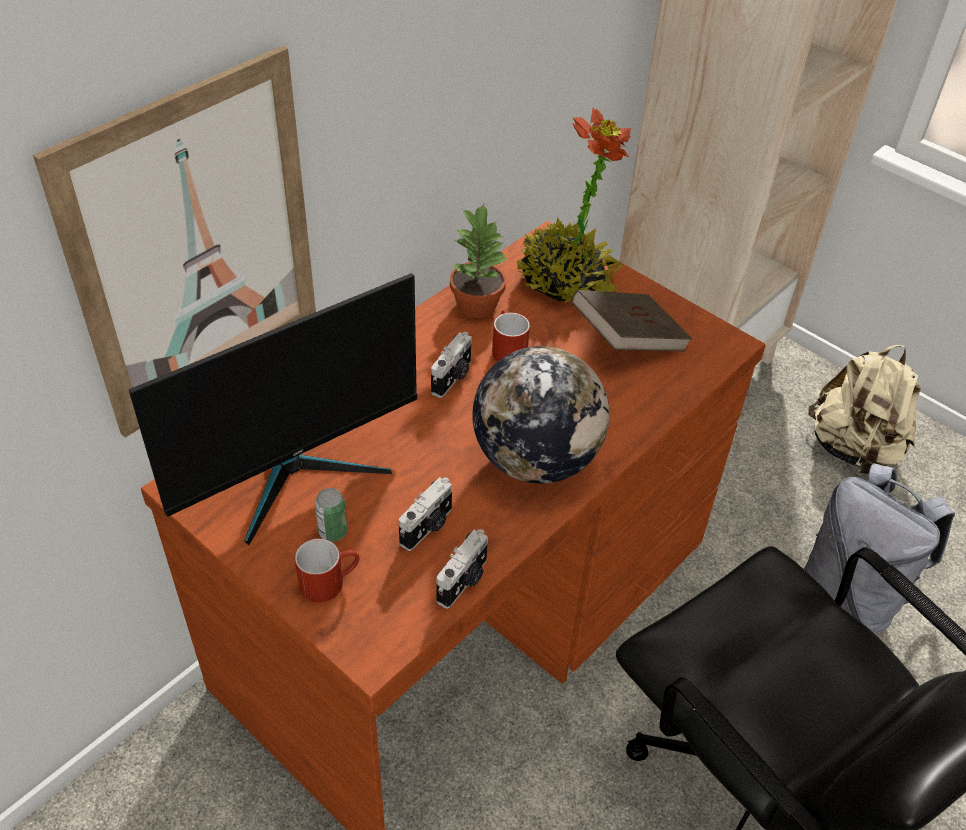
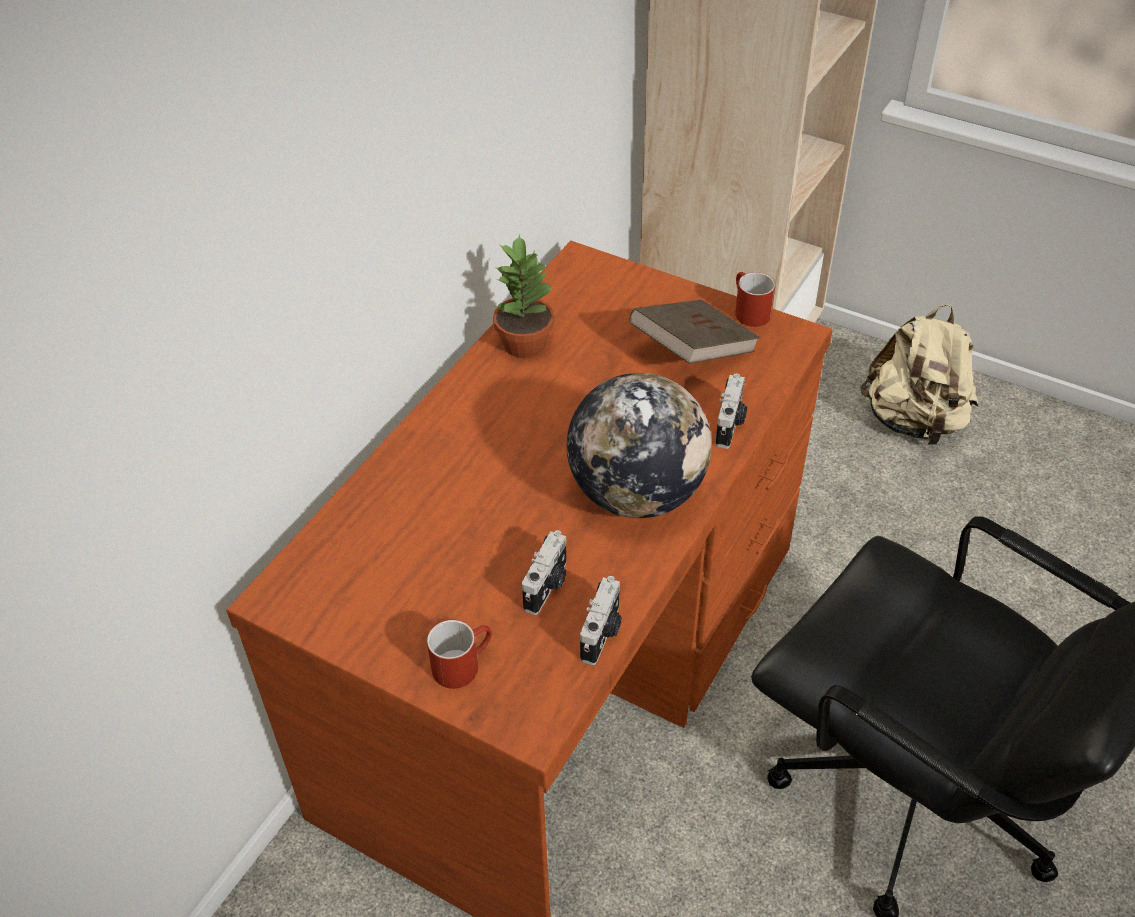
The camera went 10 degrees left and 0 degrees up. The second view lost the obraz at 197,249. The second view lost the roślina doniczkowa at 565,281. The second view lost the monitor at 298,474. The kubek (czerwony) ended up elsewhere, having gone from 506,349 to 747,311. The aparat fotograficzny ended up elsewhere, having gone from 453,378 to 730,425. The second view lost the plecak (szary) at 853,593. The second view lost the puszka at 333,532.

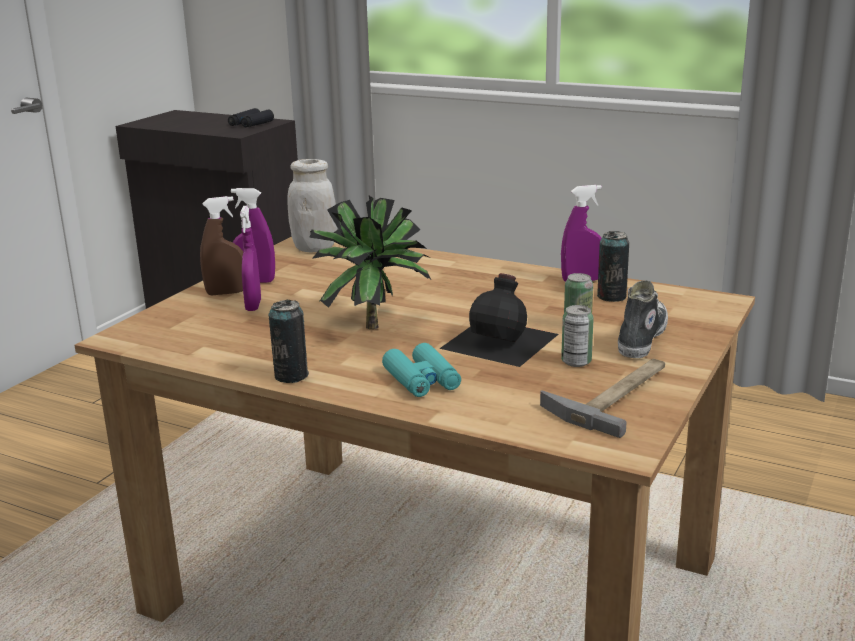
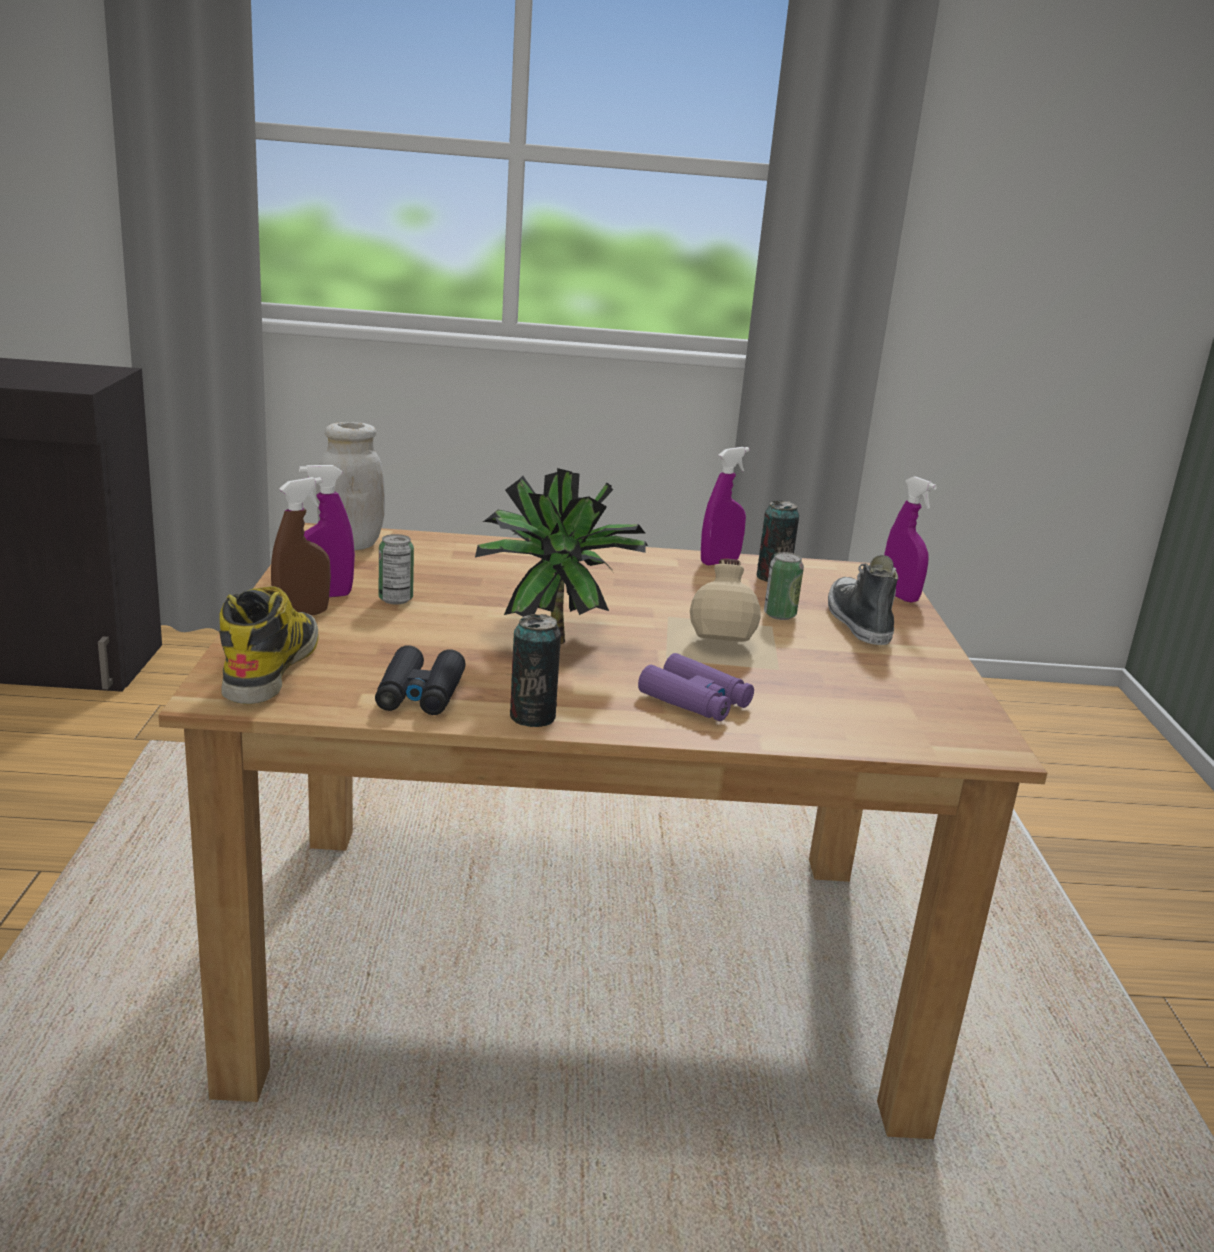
The camera went 30 degrees left and 0 degrees up. The lornetka (czarny) ended up elsewhere, having gone from 251,124 to 420,694. The spryskiwacz (fioletowy) ended up elsewhere, having gone from 253,305 to 899,596. What was the butelka (czarny) at 502,341 turned into the butelka (beżowy) at 723,641. The puszka ended up elsewhere, having gone from 576,362 to 395,599. What was the lornetka (turkusowy) at 422,380 turned into the lornetka (fioletowy) at 695,700. The second view lost the młotek at 616,395. The second view gained the but z cholewką at 271,667.

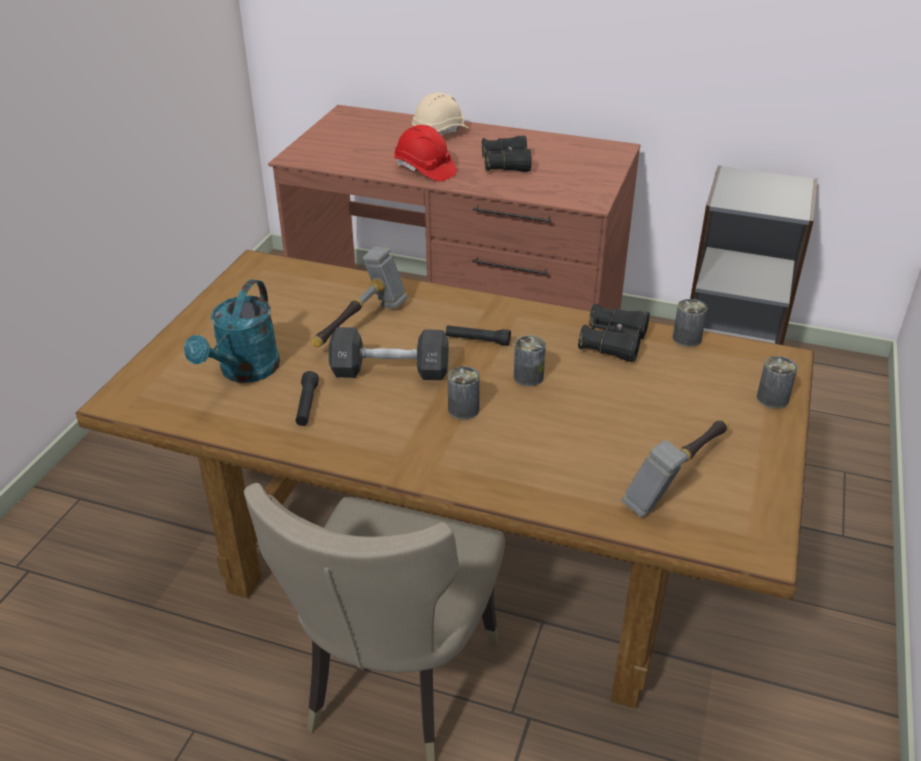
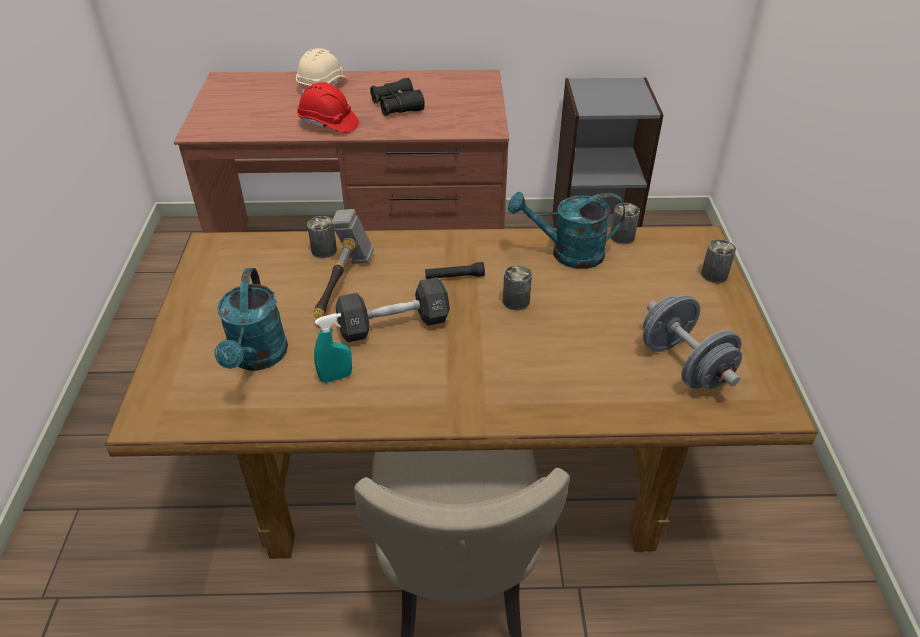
The camera went 20 degrees left and 5 degrees up. Where the lornetka (czarny) stood at 613,343, the konewka (turkusowy) came to stand at 567,254. The puszka ended up elsewhere, having gone from 463,409 to 324,250. Where the latarka (czarny) stood at 307,405, the spryskiwacz (turkusowy) came to stand at 336,377. Where the młotek stood at 678,480, the hantel (szary) came to stand at 684,365.

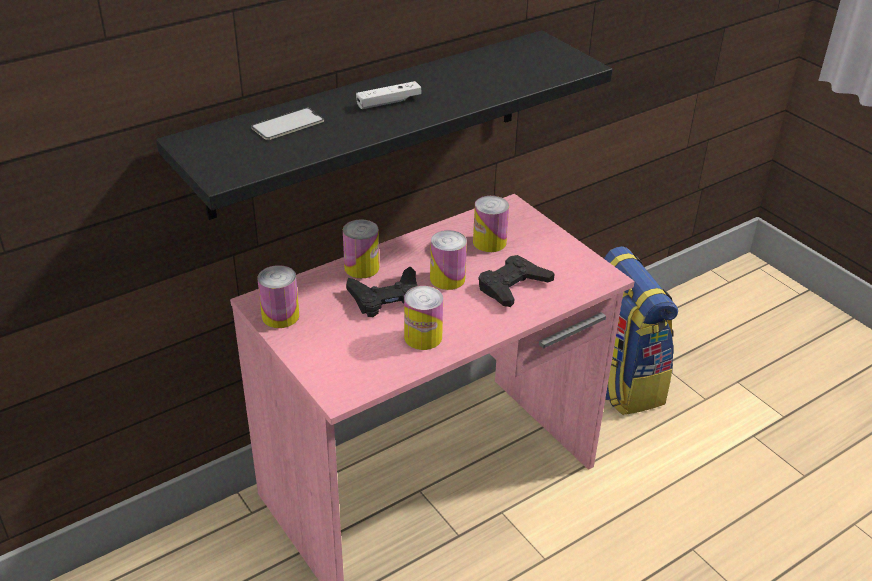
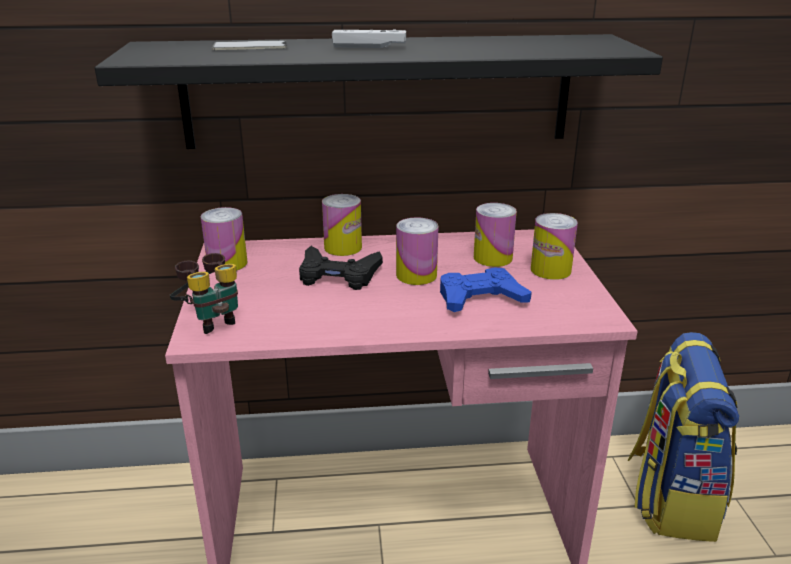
The camera went 30 degrees right and 10 degrees down. What was the pad do gier (czarny) at 512,286 turned into the pad do gier (niebieski) at 480,298. The puszka ended up elsewhere, having gone from 423,337 to 550,270. The second view gained the lornetka at 211,320.

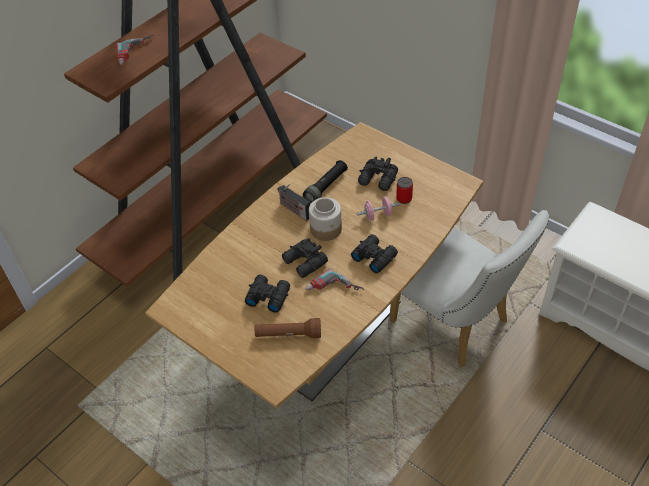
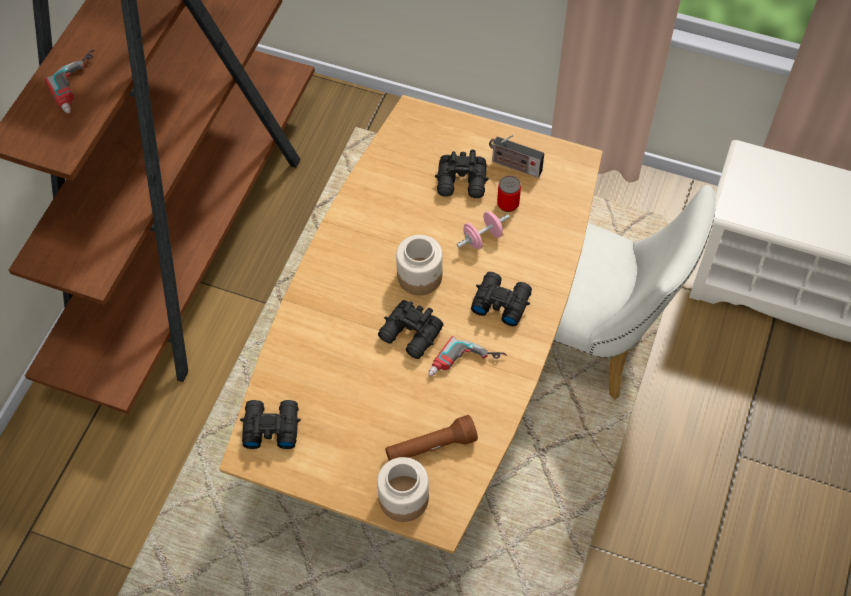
The camera went 20 degrees left and 10 degrees up. The second view lost the latarka (czarny) at 326,186. The radio ended up elsewhere, having gone from 293,209 to 514,166. The lornetka (czarny) ended up elsewhere, having gone from 267,296 to 270,427. The second view gained the słoik at 403,499.

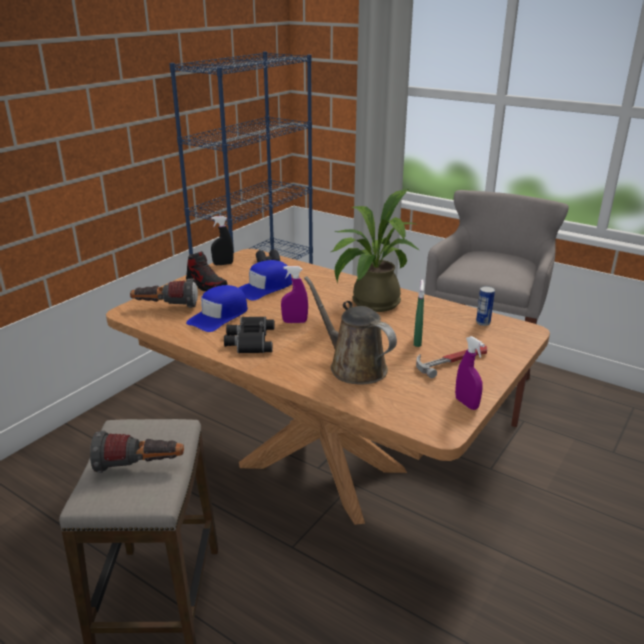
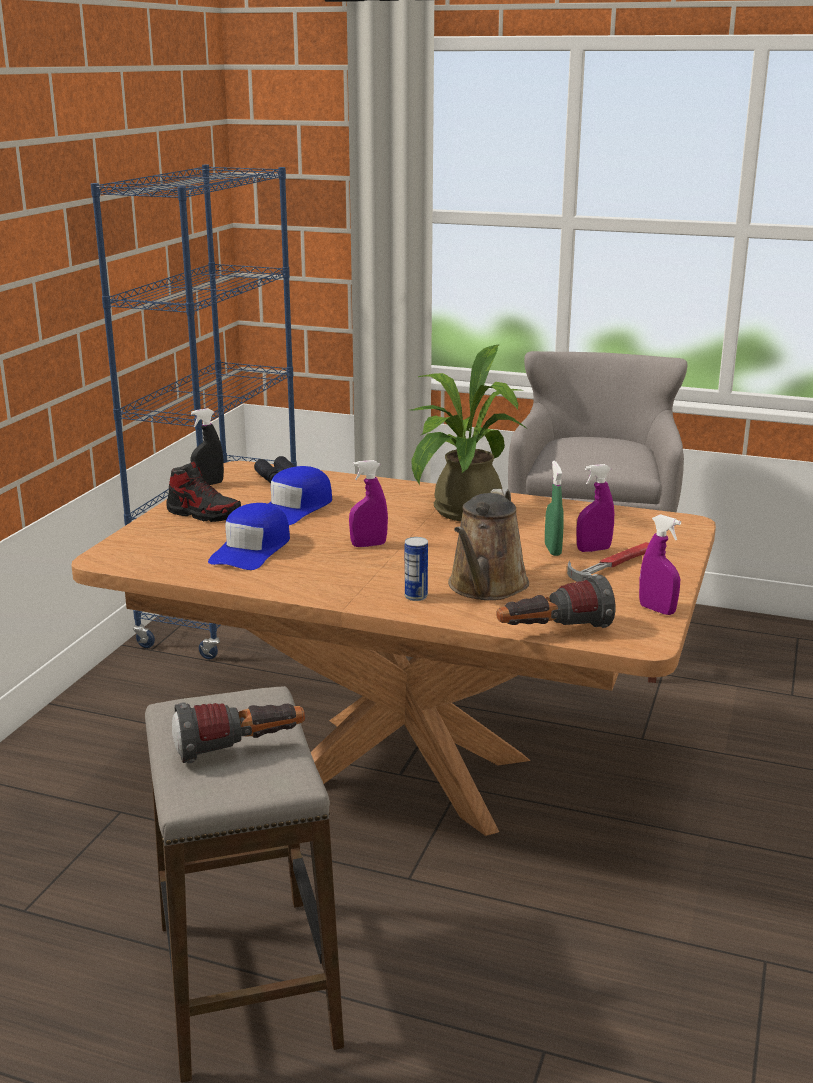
The camera went 15 degrees left and 5 degrees down. The konewka (brązowy) at 353,366 ended up facing another way, 105 degrees counterclockwise from before. The latarka ended up elsewhere, having gone from 165,307 to 552,632. The puszka ended up elsewhere, having gone from 483,322 to 416,596. The second view lost the lornetka (czarny) at 249,340. The second view gained the spryskiwacz (fioletowy) at 593,549.

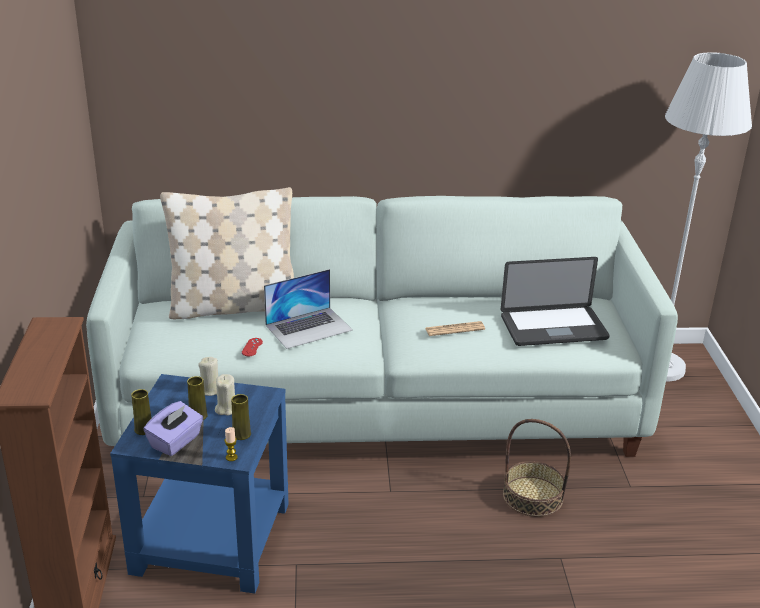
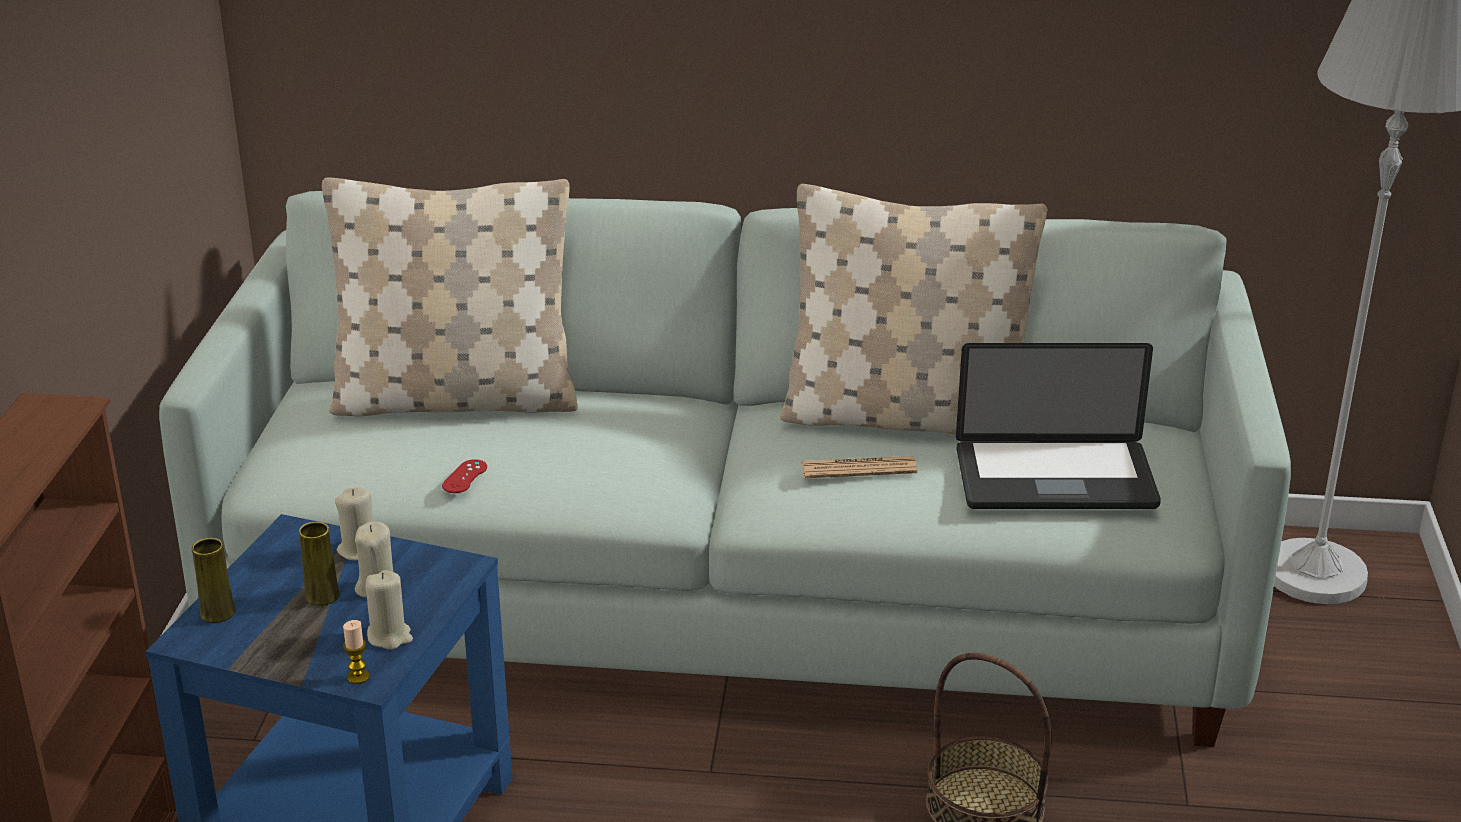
The camera went 10 degrees right and 0 degrees up. The second view lost the laptop at 309,327. Where the wazon (żółty) stood at 241,434, the świeca (beżowy) came to stand at 389,636. The second view lost the pudełko chusteczek (fioletowy) at 176,442. The second view gained the poduszka (beżowy) at 906,417.

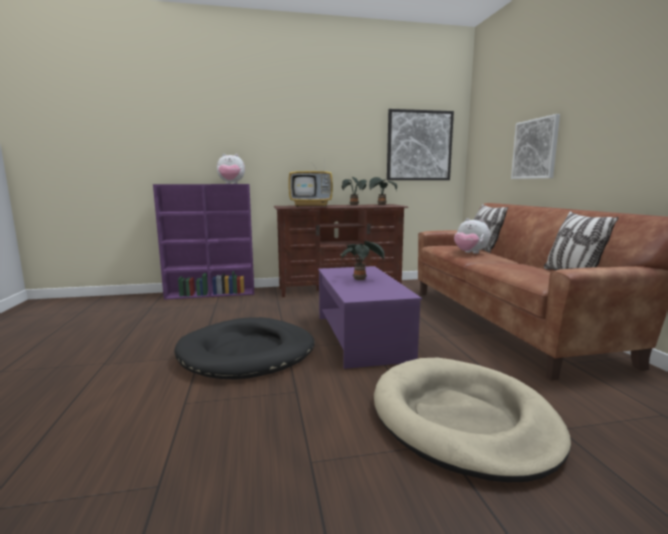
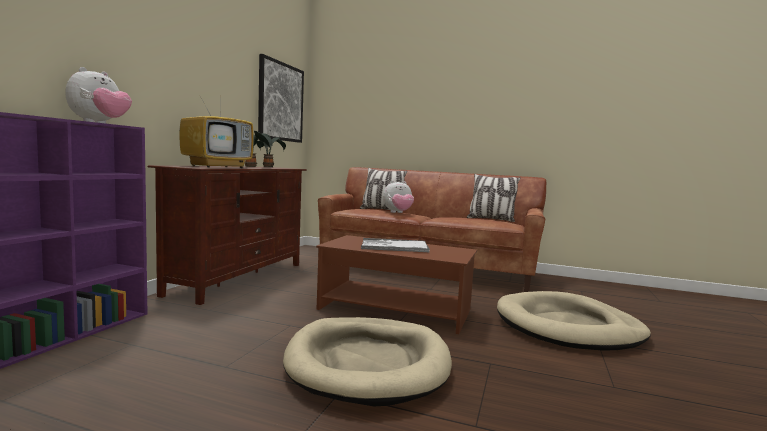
The camera went 60 degrees left and 5 degrees down. The second view lost the obraz at 535,149. Where the roślina doniczkowa stood at 361,279, the taca came to stand at 393,246. What was the ława (fioletowy) at 361,337 turned into the ława (brązowy) at 396,309. What was the legowisko (czarny) at 248,353 turned into the legowisko (beżowy) at 368,363.

